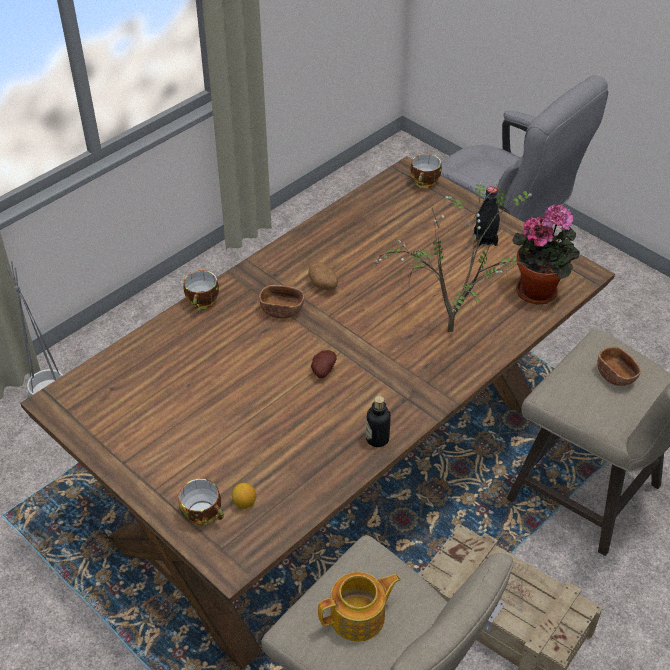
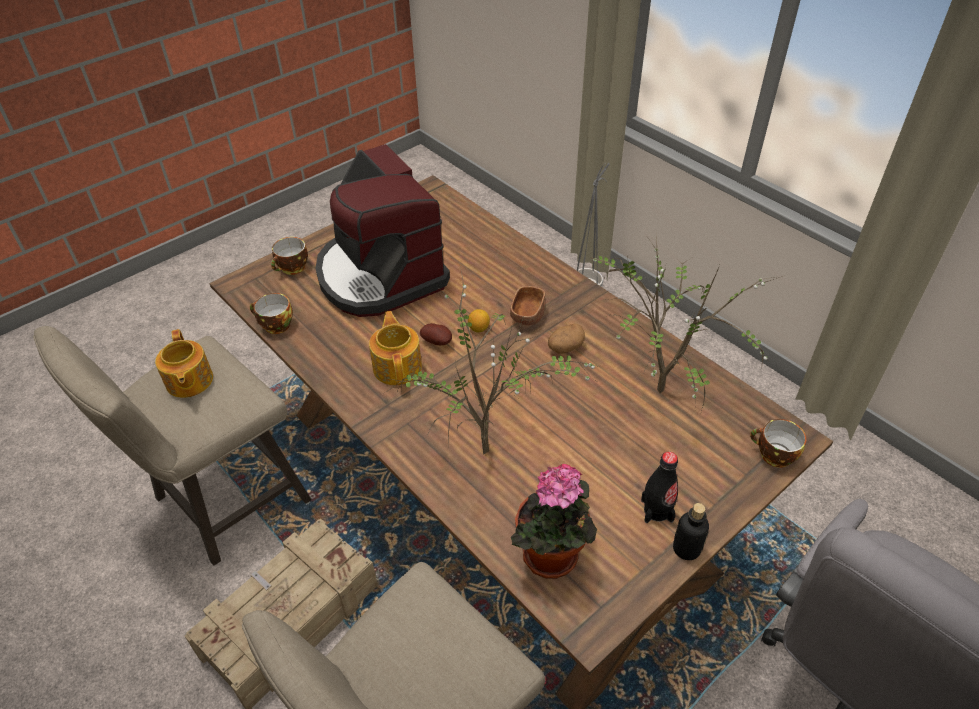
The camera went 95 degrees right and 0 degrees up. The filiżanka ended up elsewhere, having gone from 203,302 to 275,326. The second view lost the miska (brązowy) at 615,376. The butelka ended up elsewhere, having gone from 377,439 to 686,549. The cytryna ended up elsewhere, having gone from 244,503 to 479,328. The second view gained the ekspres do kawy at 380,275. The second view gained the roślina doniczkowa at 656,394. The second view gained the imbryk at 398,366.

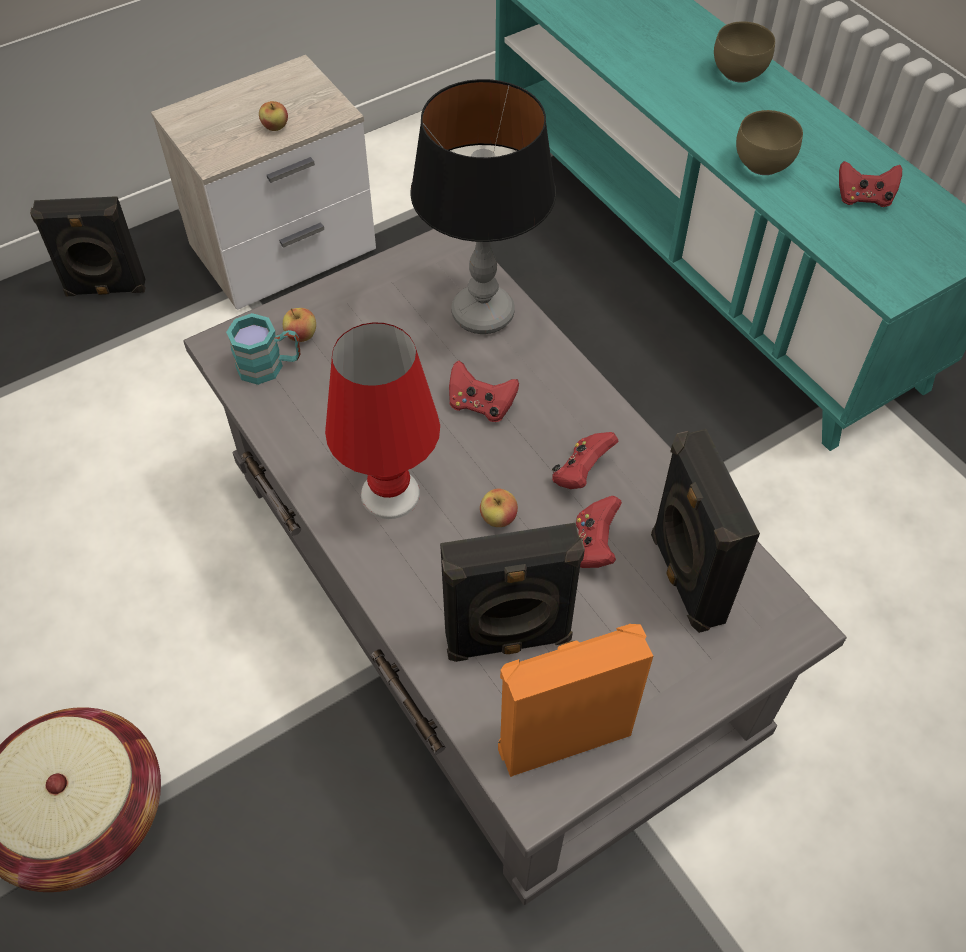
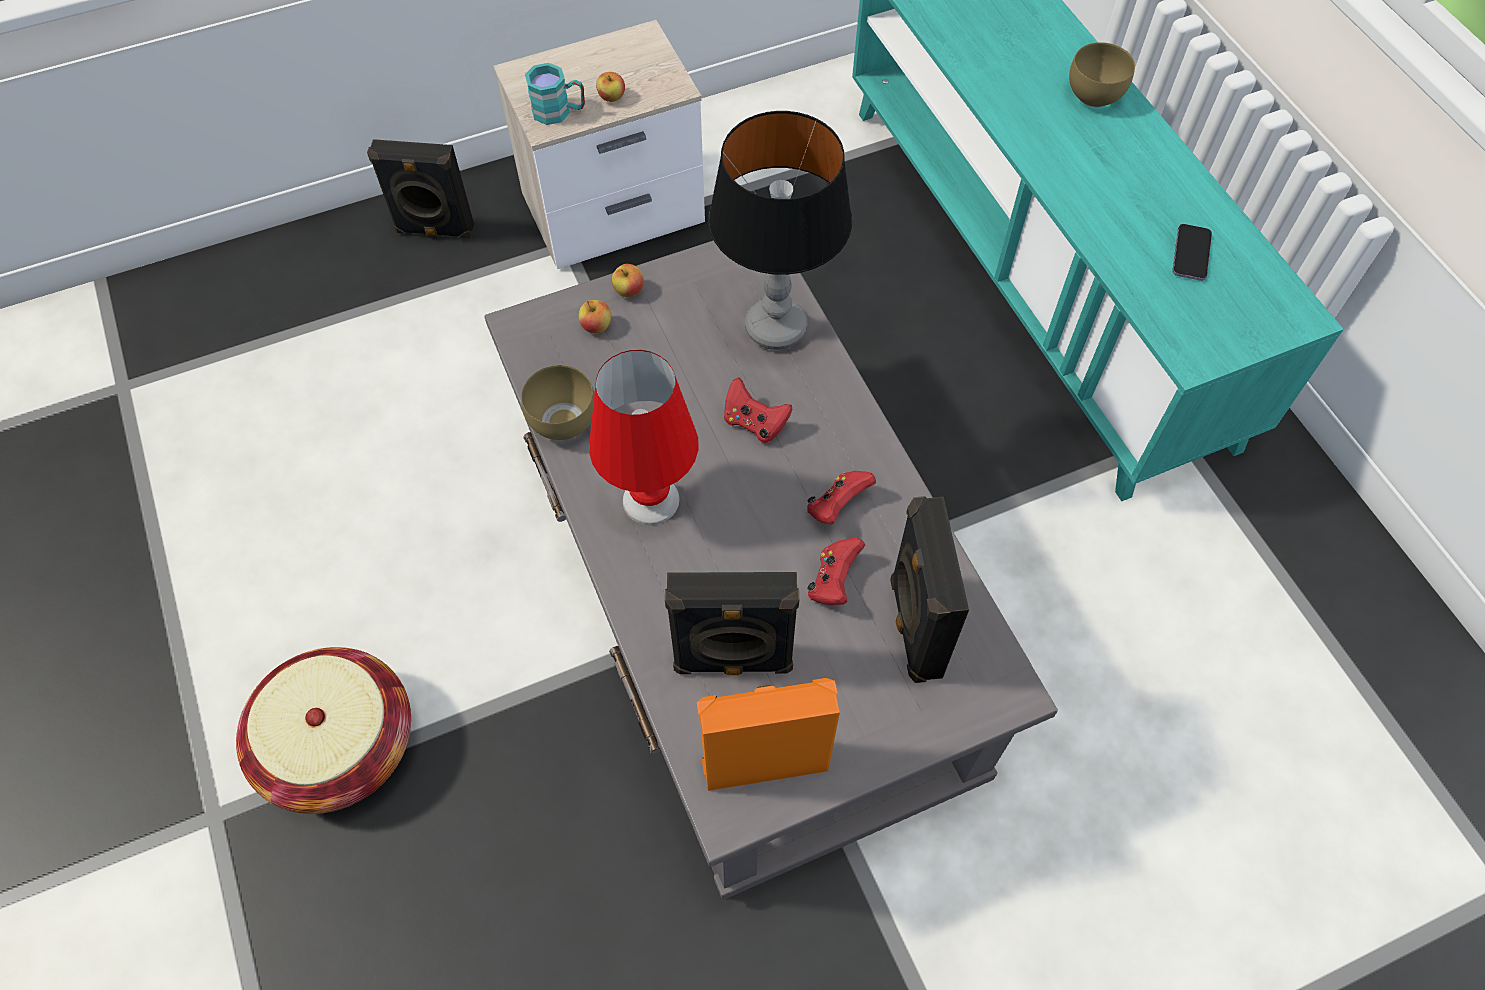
The camera went 10 degrees right and 5 degrees up. The miska (brązowy) ended up elsewhere, having gone from 764,163 to 566,421. Where the pad do gier (czerwony) stood at 863,198, the telefon came to stand at 1191,254. The kubek (turkusowy) ended up elsewhere, having gone from 270,366 to 559,111. The jabłko ended up elsewhere, having gone from 498,518 to 629,291.

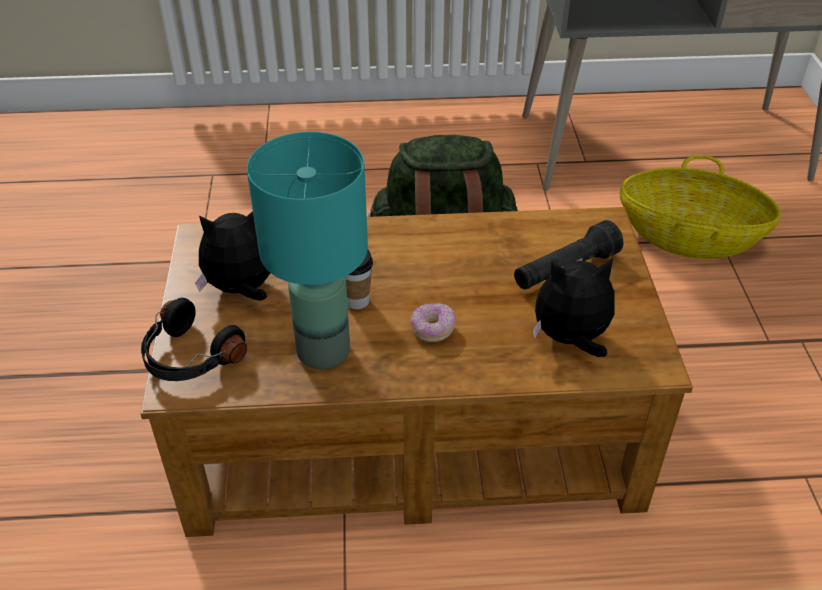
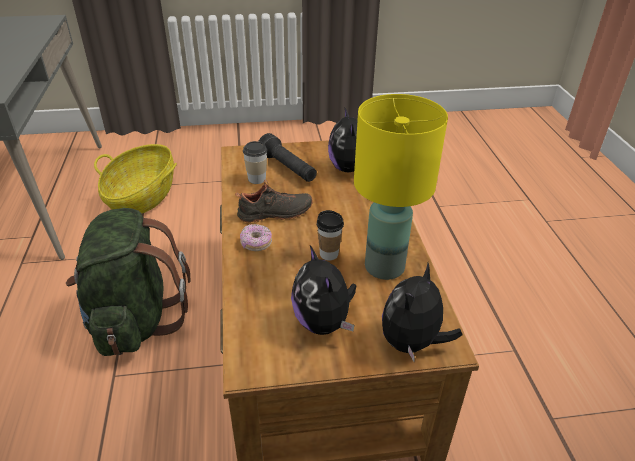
The camera went 95 degrees left and 5 degrees down. What was the lampa stołowa (turkusowy) at 324,350 turned into the lampa stołowa (żółty) at 383,266. Where the słuchawki (czarny) stood at 189,358, the pluszak came to stand at 412,343. The donut ended up elsewhere, having gone from 432,329 to 256,243. The second view gained the filiżanka at 256,179. The second view gained the but (czarny) at 275,214.

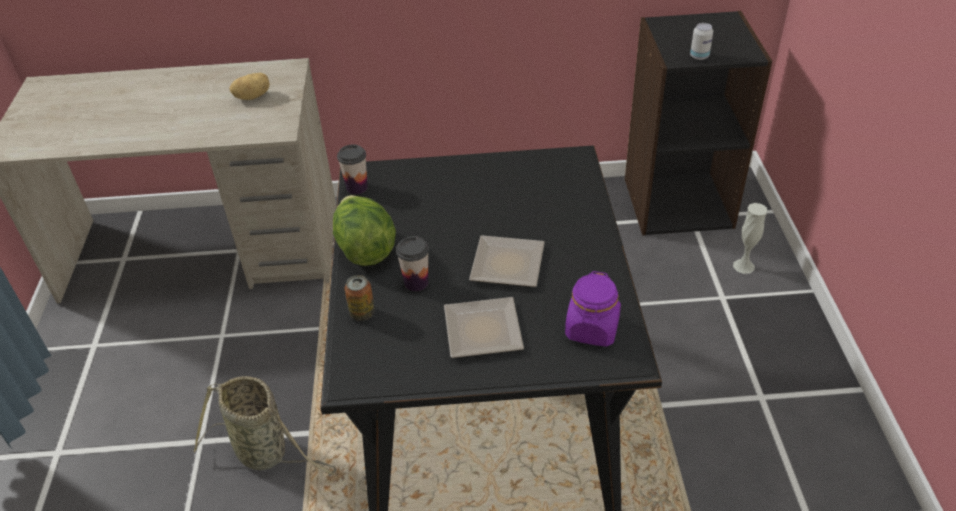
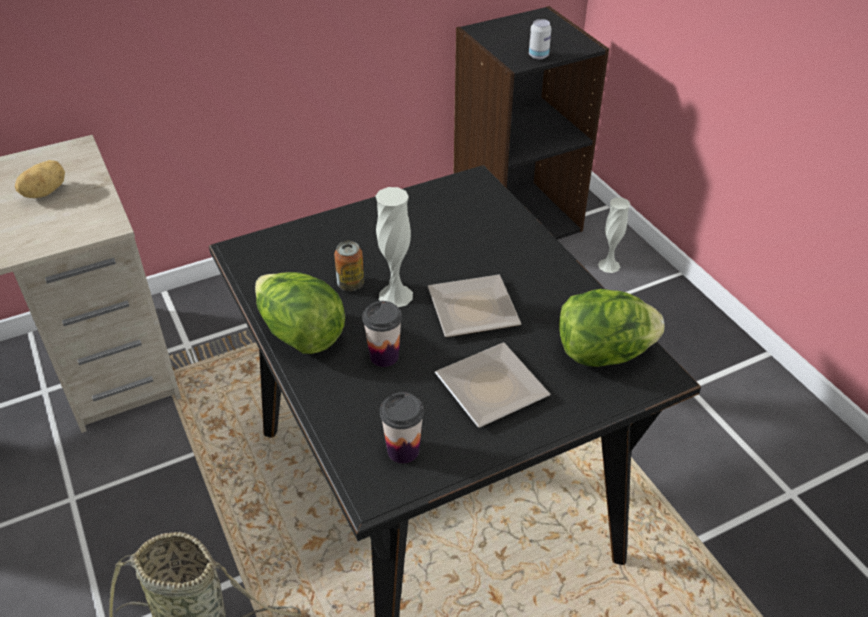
The camera went 25 degrees left and 0 degrees up. The filiżanka ended up elsewhere, having gone from 357,187 to 403,450. Where the słoik (fioletowy) stood at 592,329, the sałata came to stand at 602,353. The puszka ended up elsewhere, having gone from 362,313 to 350,284. The second view gained the wazon (biały) at 395,295.

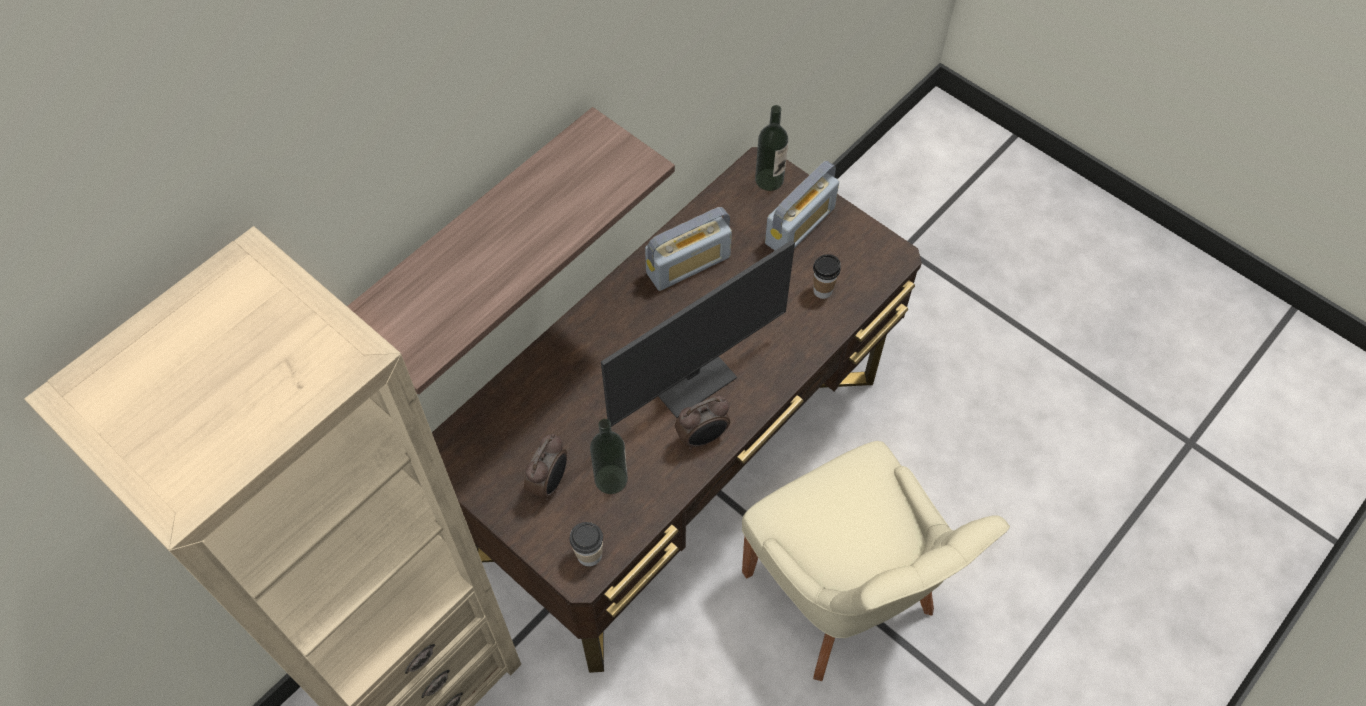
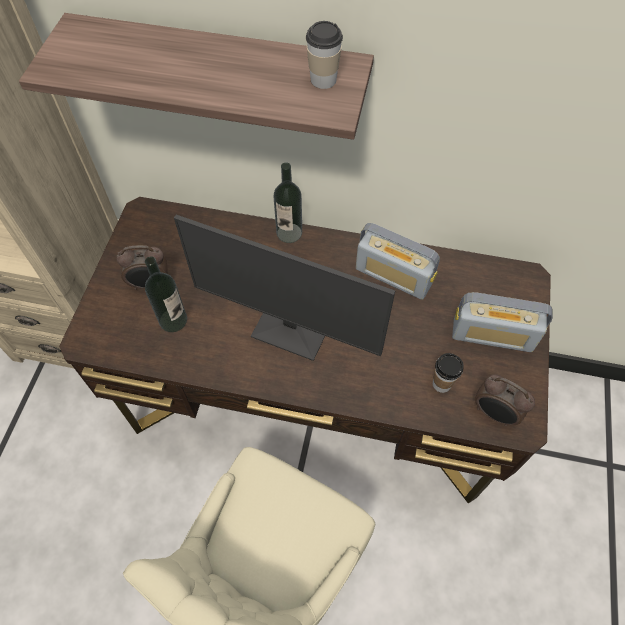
The camera went 60 degrees right and 0 degrees up. The butelka ended up elsewhere, having gone from 769,180 to 289,233. The budzik ended up elsewhere, having gone from 703,438 to 494,413. The filiżanka ended up elsewhere, having gone from 589,555 to 323,79.

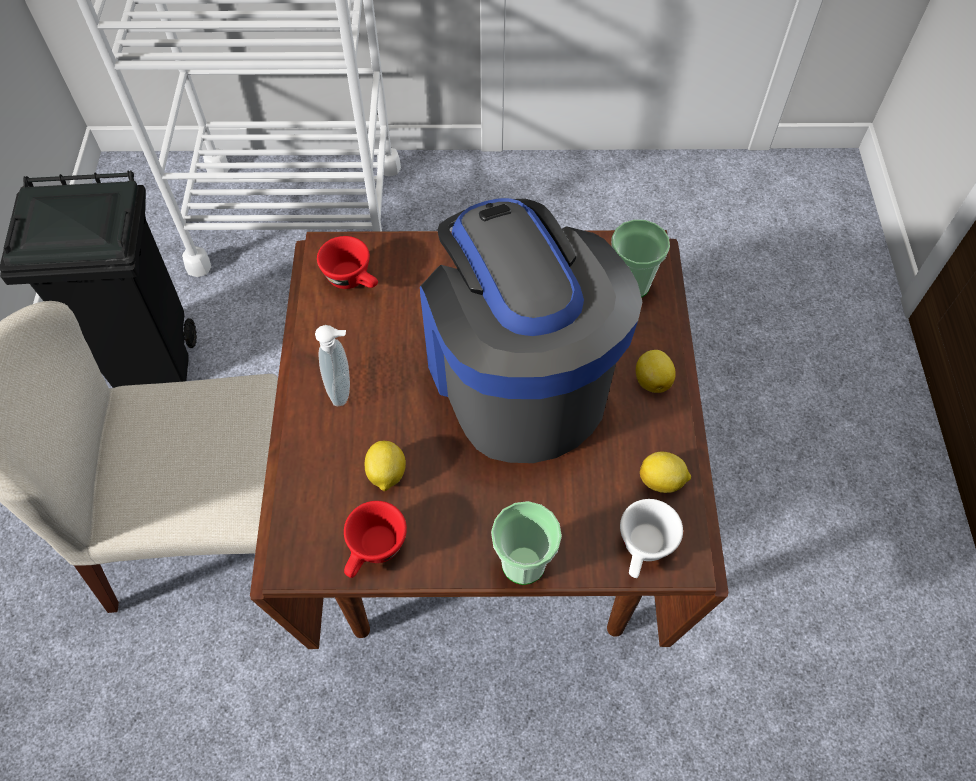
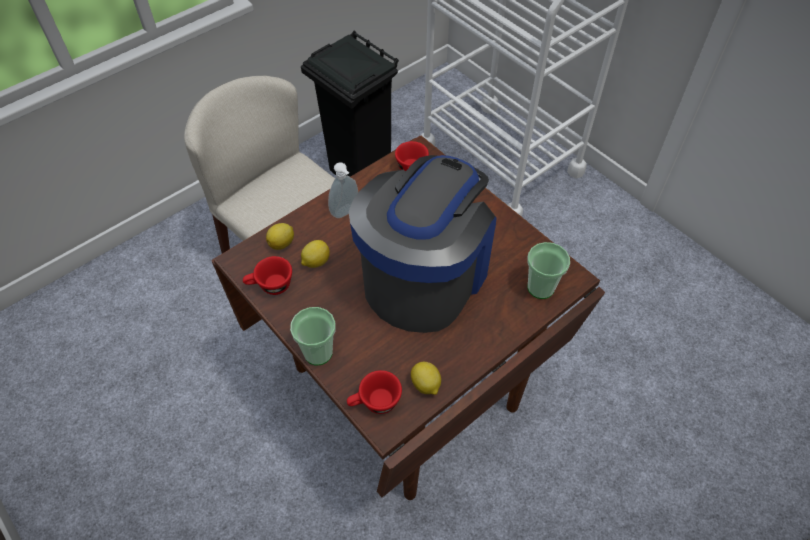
The camera went 50 degrees right and 5 degrees down. The cytryna ended up elsewhere, having gone from 652,380 to 282,243. What was the filiżanka (biały) at 643,550 turned into the filiżanka (czerwony) at 375,403.

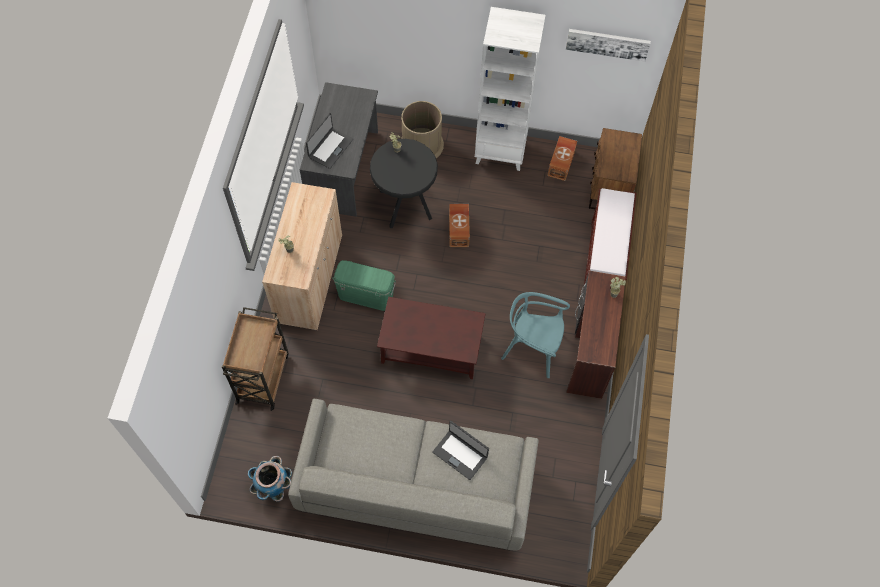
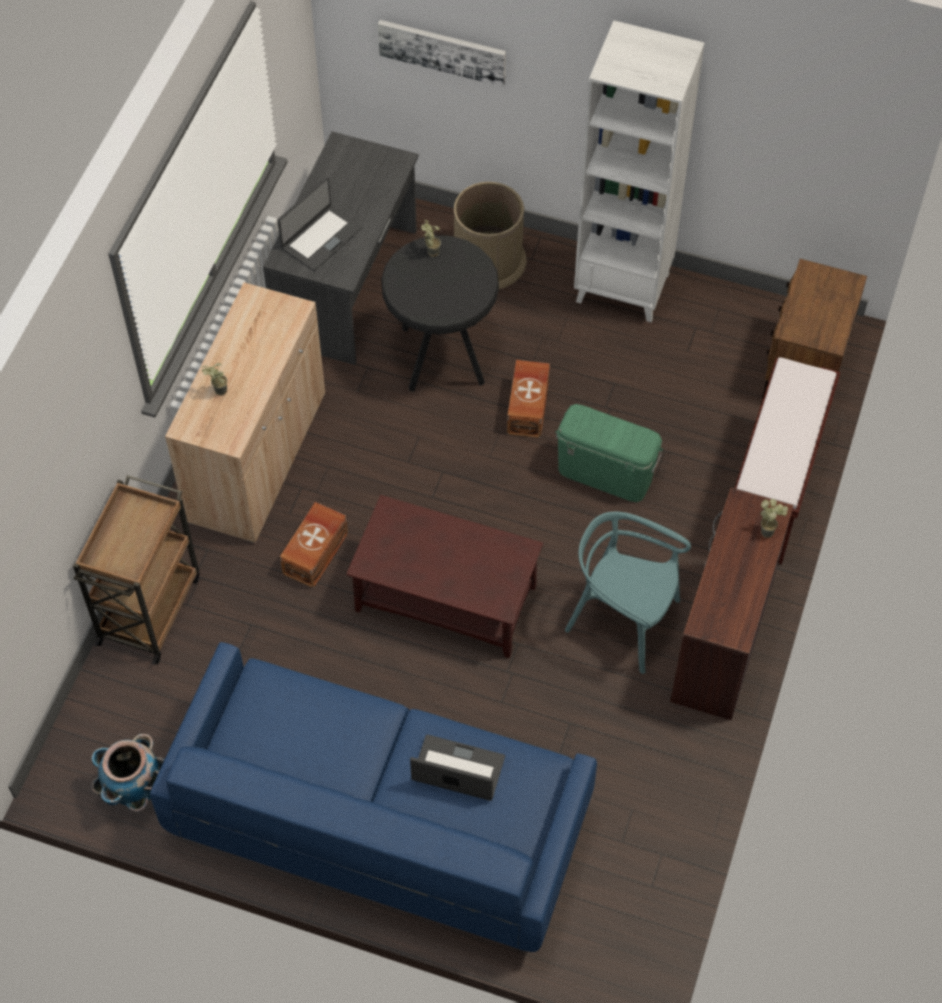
The camera went 10 degrees right and 5 degrees down. The obraz ended up elsewhere, having gone from 607,43 to 442,51. The pojemnik do przechowywania (brązowy) ended up elsewhere, having gone from 561,163 to 317,553. The pojemnik do przechowywania (zielony) ended up elsewhere, having gone from 366,295 to 605,473. What was the kanapa (szary) at 415,483 turned into the kanapa (niebieski) at 380,819. The laptop at 460,454 ended up facing another way, 150 degrees clockwise from before.

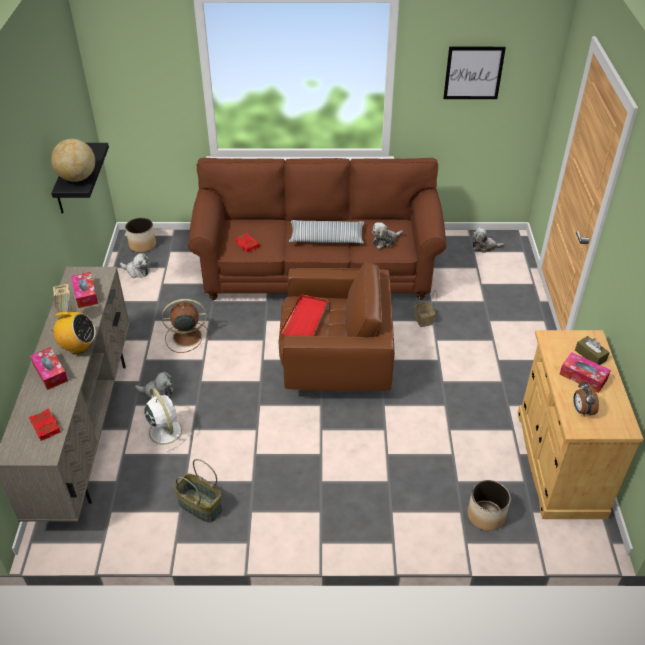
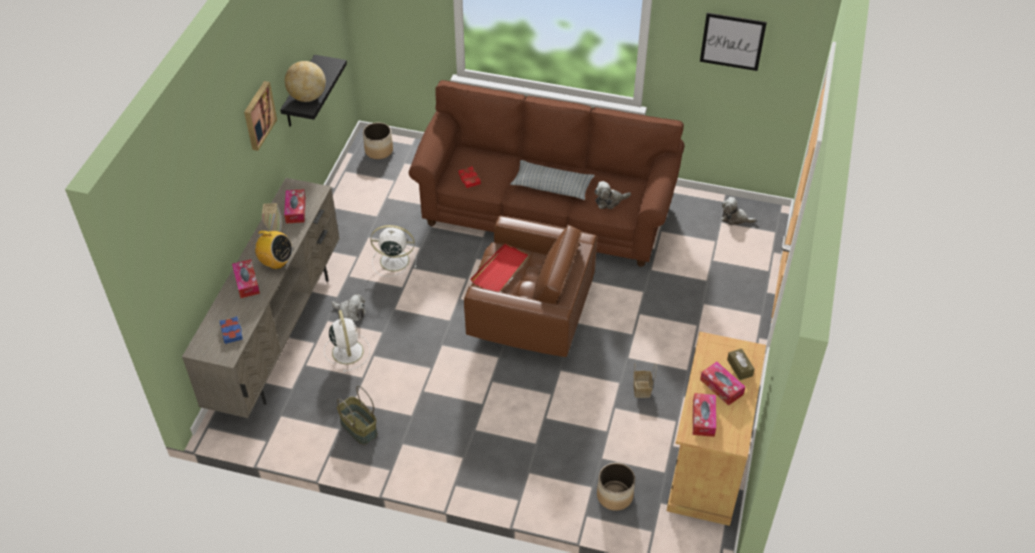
The camera went 15 degrees right and 5 degrees up. The second view lost the pluszak at 137,271. The koszyk ended up elsewhere, having gone from 424,320 to 642,390. What was the wentylator (brązowy) at 186,337 turned into the wentylator (biały) at 393,260. Where the budzik stood at 581,410, the pudełko chusteczek came to stand at 703,418. What was the książka (czerwony) at 46,426 turned into the książka (niebieski) at 232,332. The second view gained the obraz at 258,115.

